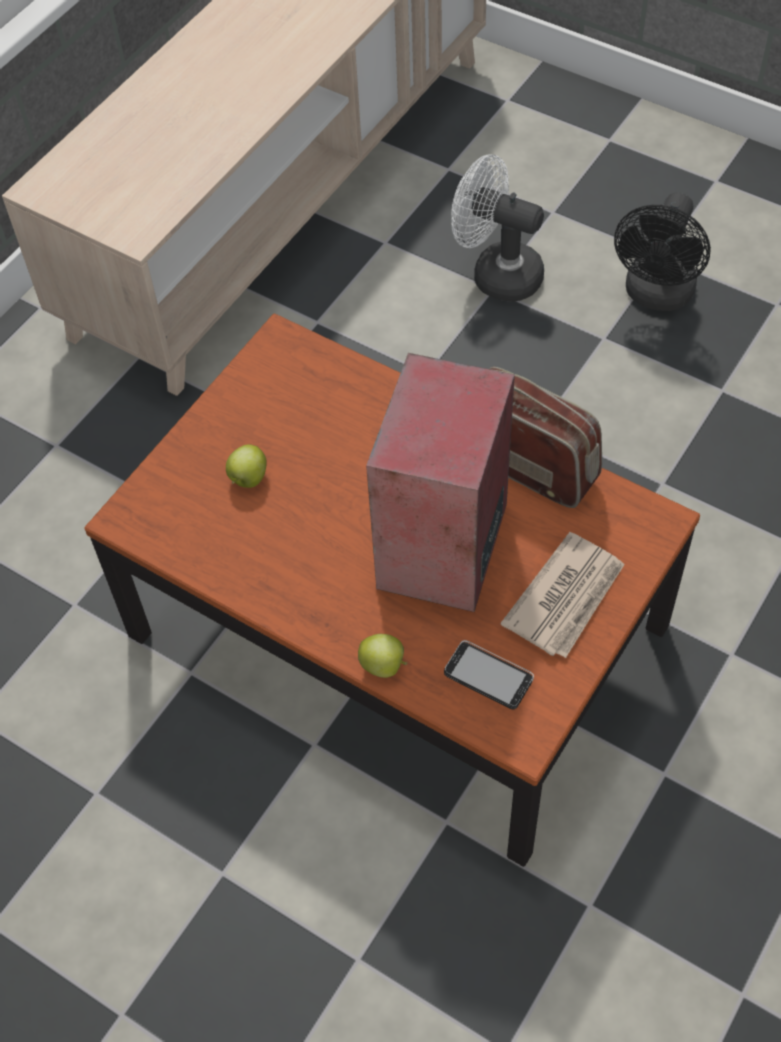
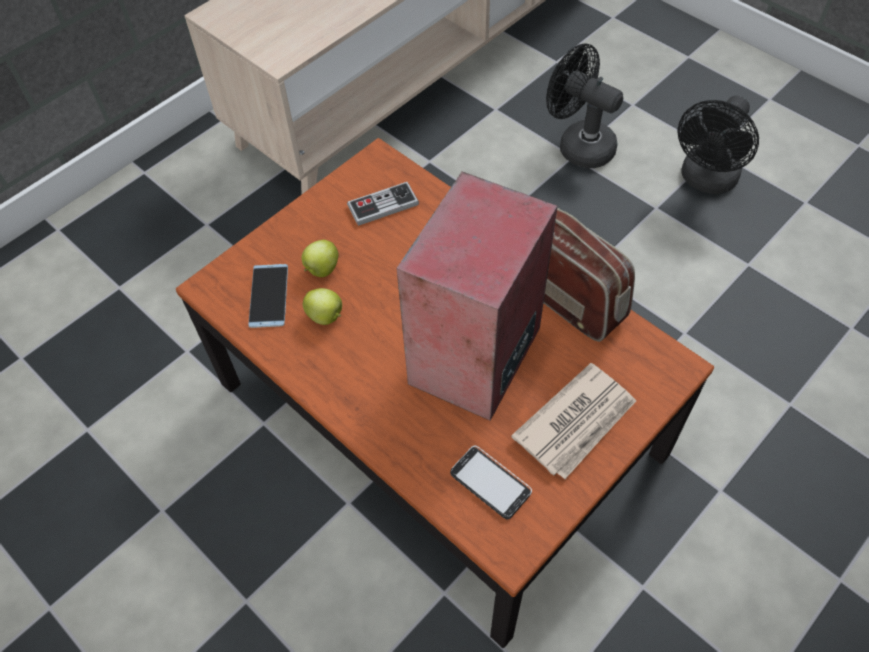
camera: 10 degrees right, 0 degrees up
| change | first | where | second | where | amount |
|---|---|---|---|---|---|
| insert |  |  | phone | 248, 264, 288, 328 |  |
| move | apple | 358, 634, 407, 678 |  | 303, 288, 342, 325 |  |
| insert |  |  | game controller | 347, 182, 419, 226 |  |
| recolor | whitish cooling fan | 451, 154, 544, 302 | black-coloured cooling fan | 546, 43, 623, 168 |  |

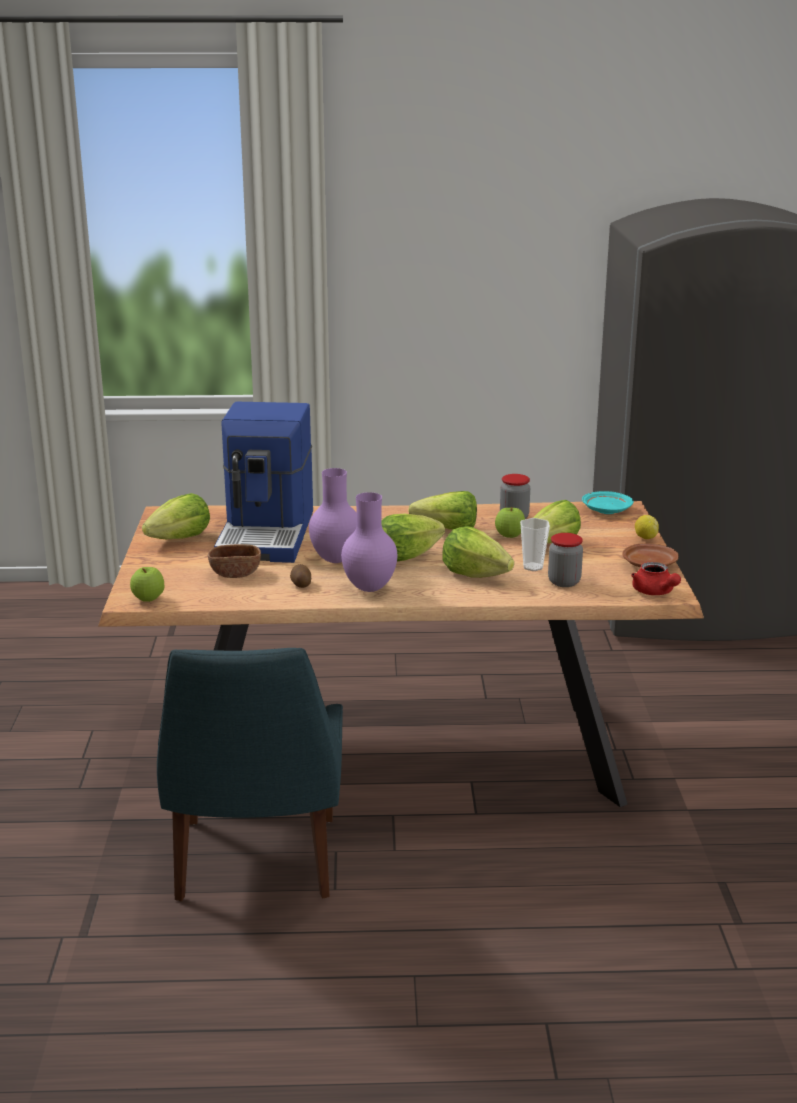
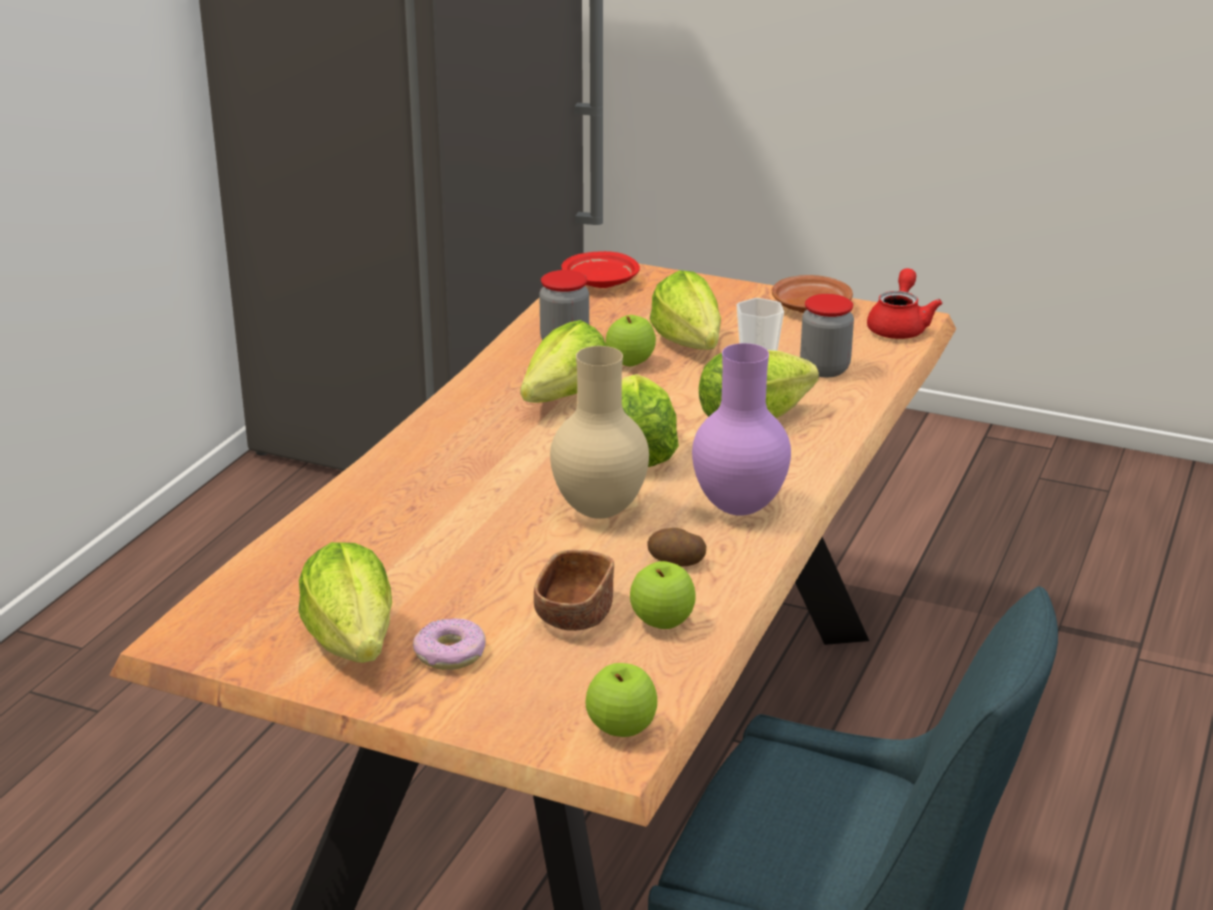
camera: 65 degrees left, 5 degrees up
| change | first | where | second | where | amount |
|---|---|---|---|---|---|
| insert |  |  | donut | 413, 618, 486, 670 |  |
| recolor | purplish vase | 309, 468, 357, 563 | beige-coloured vase | 550, 346, 649, 519 |  |
| recolor | turquoise dinner plate | 582, 491, 634, 514 | red-coloured dinner plate | 561, 251, 640, 288 |  |
| insert |  |  | apple | 630, 561, 696, 629 |  |
| rotate | red-coloured teapot | 631, 562, 681, 595 |  | 867, 268, 942, 339 | 75 degrees counterclockwise |
| delete | coffee maker | 214, 402, 313, 563 |  |  |  |
| delete | whole lemon | 635, 515, 659, 539 |  |  |  |

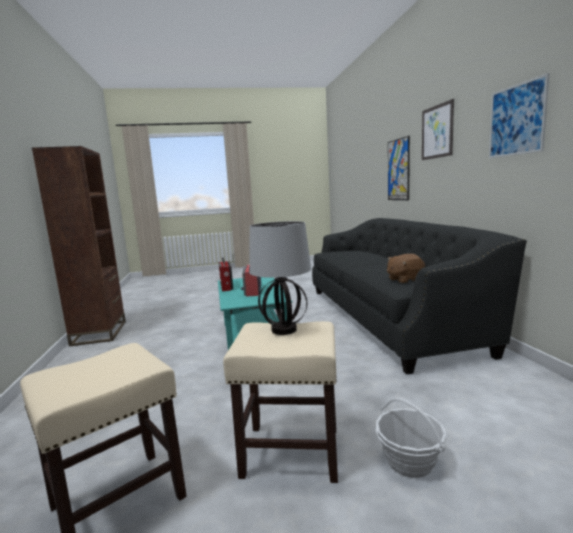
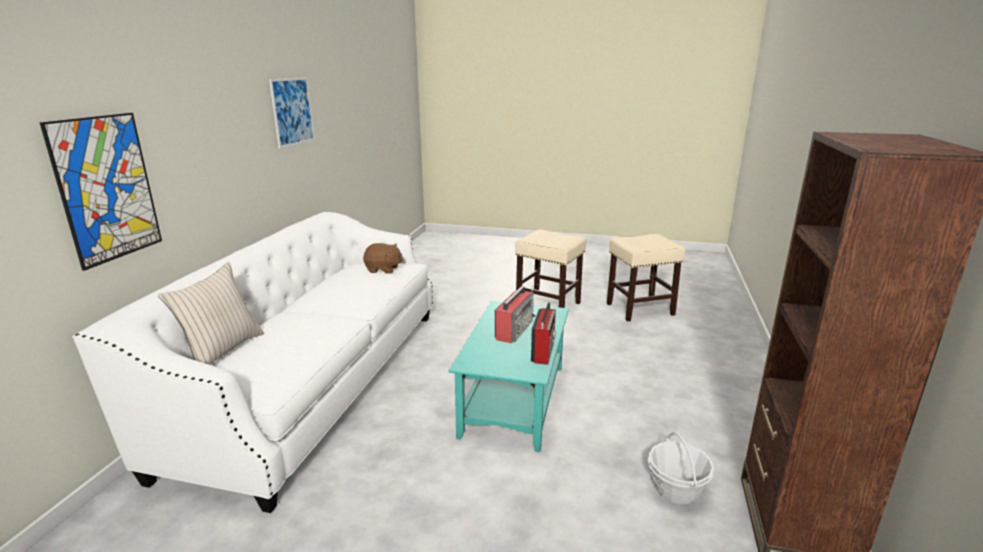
camera: 155 degrees left, 10 degrees up
| change | first | where | second | where | amount |
|---|---|---|---|---|---|
| recolor | black-coloured settee | 312, 218, 527, 374 | whitish settee | 72, 211, 433, 513 |  |
| insert |  |  | beige-coloured throw pillow | 158, 262, 264, 365 |  |
| move | storage basket | 376, 398, 447, 478 |  | 648, 432, 714, 504 |  |
| delete | tabletop lamp | 249, 221, 311, 335 |  |  |  |
| delete | wall picture | 422, 99, 454, 160 |  |  |  |

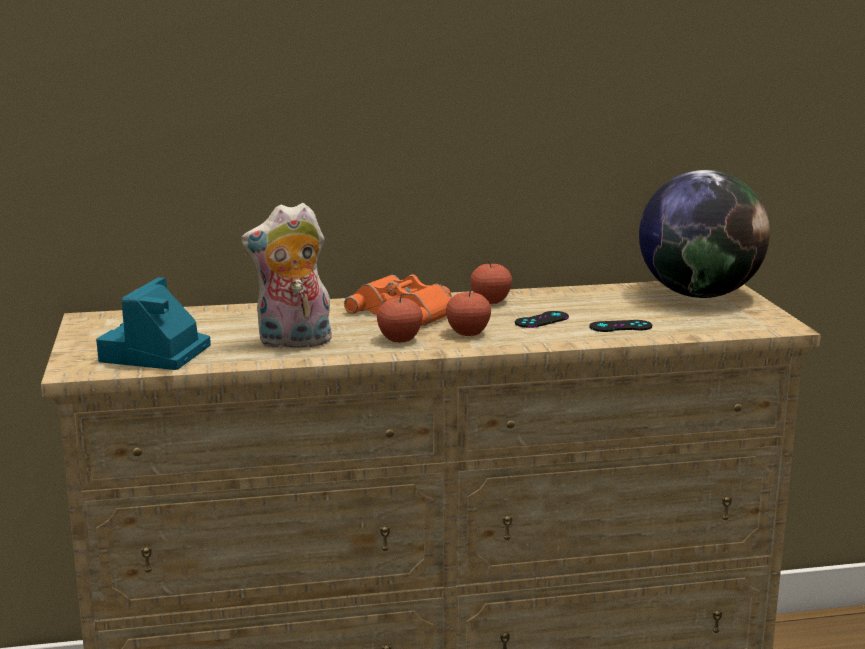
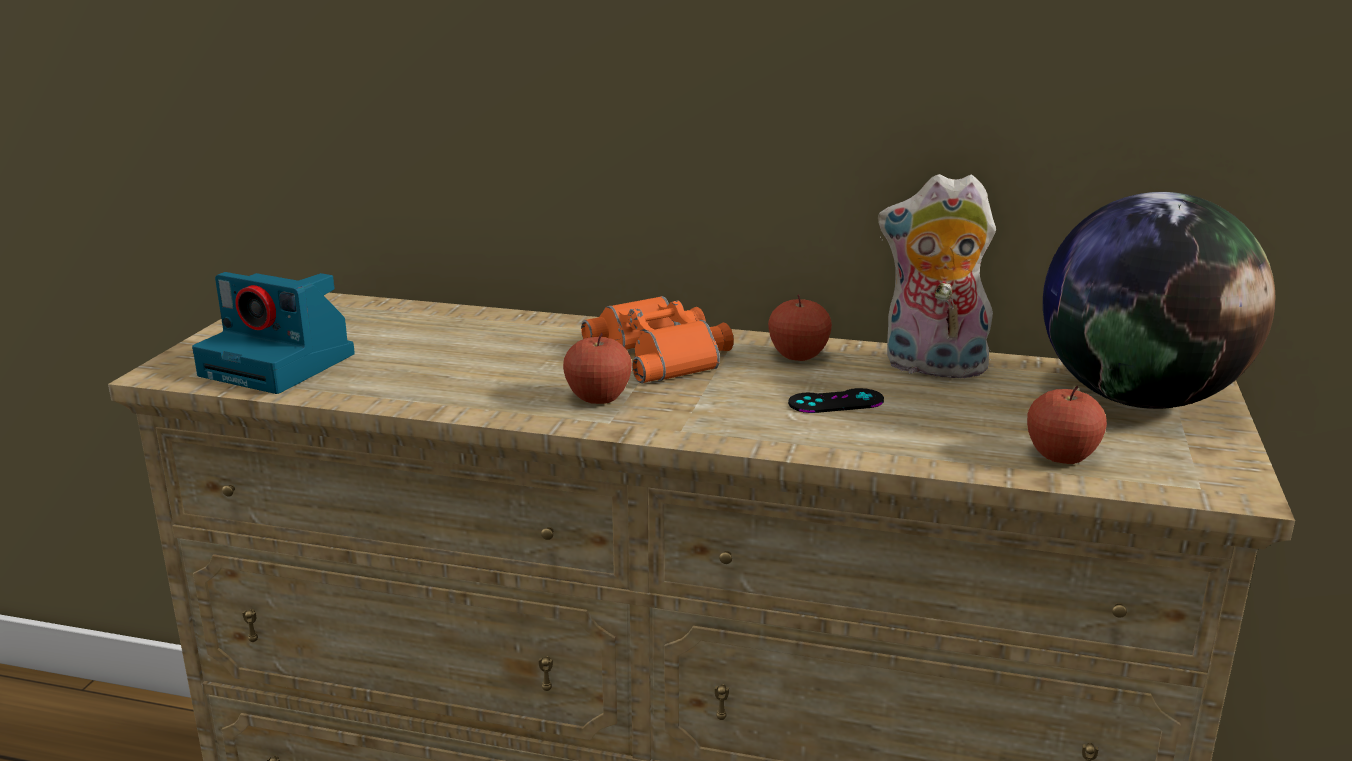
camera: 25 degrees right, 5 degrees up
| change | first | where | second | where | amount |
|---|---|---|---|---|---|
| rotate | still camera | 96, 277, 211, 370 |  | 192, 272, 355, 394 | 105 degrees counterclockwise |
| move | plush toy | 241, 203, 332, 350 |  | 878, 174, 996, 382 |  |
| move | apple | 446, 288, 491, 336 |  | 1027, 386, 1107, 464 |  |
| delete | black-coloured game controller | 589, 320, 652, 332 |  |  |  |

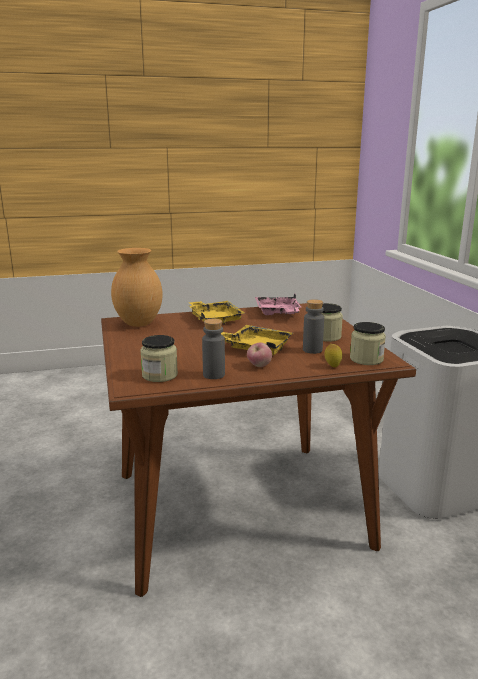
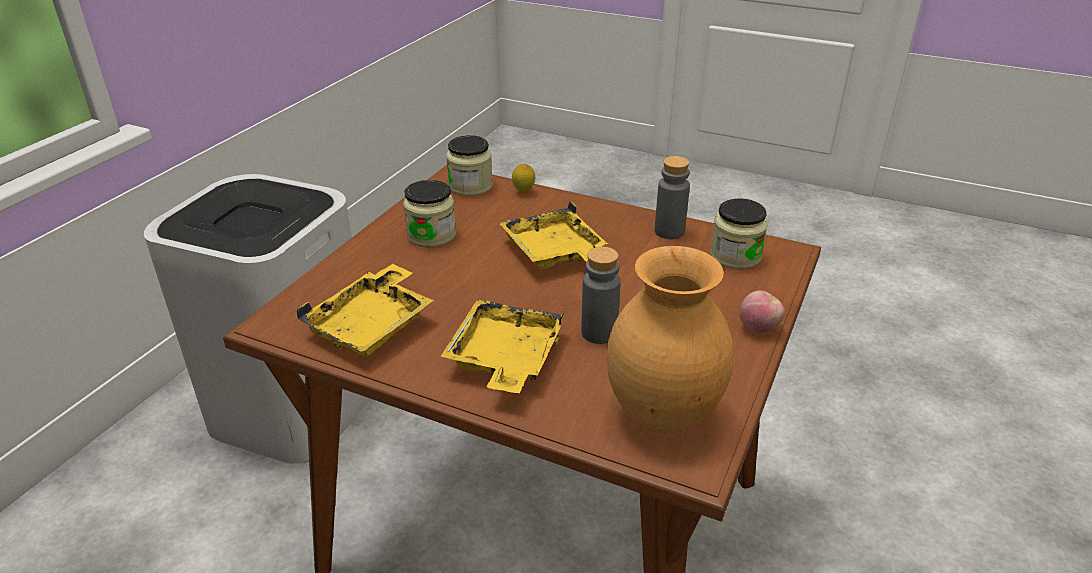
camera: 140 degrees left, 15 degrees up
| change | first | where | second | where | amount |
|---|---|---|---|---|---|
| recolor | pink serving tray | 255, 293, 302, 315 | yellow-coloured serving tray | 296, 264, 434, 356 |  |
| move | grey beverage bottle | 303, 299, 324, 354 |  | 581, 247, 621, 344 |  |
| move | apple | 247, 343, 272, 367 |  | 739, 291, 785, 333 |  |

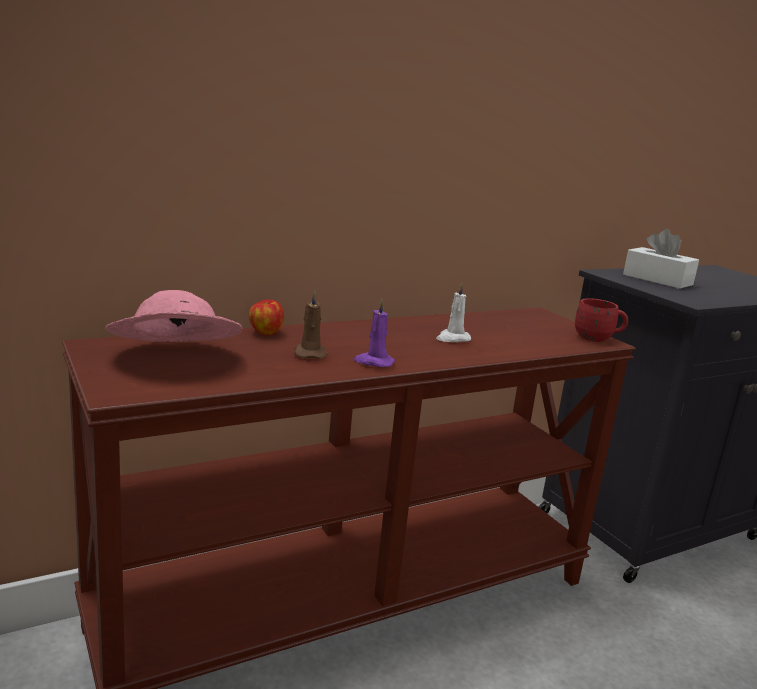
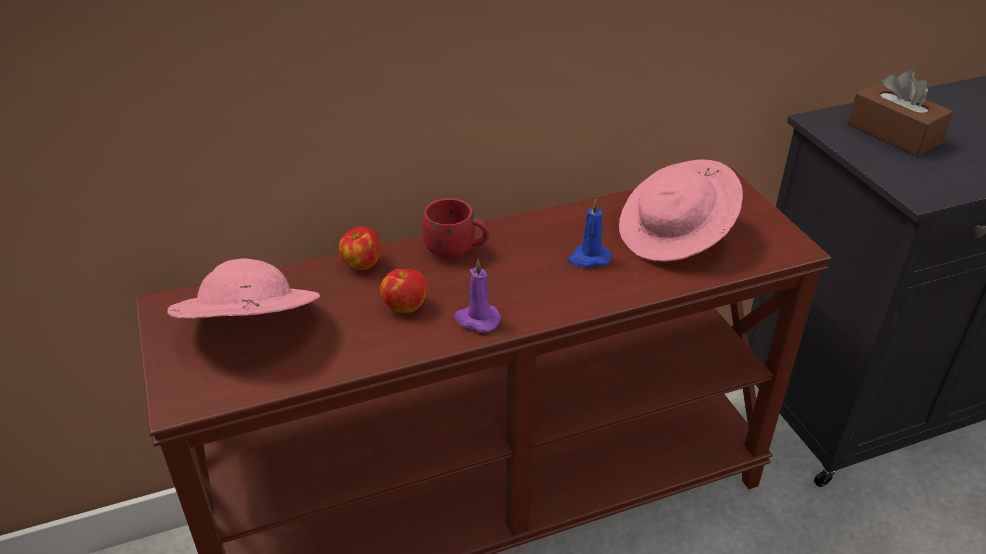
camera: 10 degrees right, 20 degrees up
| change | first | where | second | where | amount |
|---|---|---|---|---|---|
| replace | brown wax candle | 294, 290, 328, 359 | apple | 380, 269, 427, 313 |  |
| move | red-coloured mug | 575, 298, 628, 342 |  | 422, 198, 489, 259 |  |
| recolor | whitish wax candle | 436, 282, 471, 342 | blue-coloured wax candle | 568, 199, 612, 268 |  |
| insert |  |  | pink clothing hat | 619, 159, 743, 262 |  |
| recolor | whitish tissue holder | 623, 229, 699, 289 | brown tissue holder | 848, 70, 953, 156 |  |

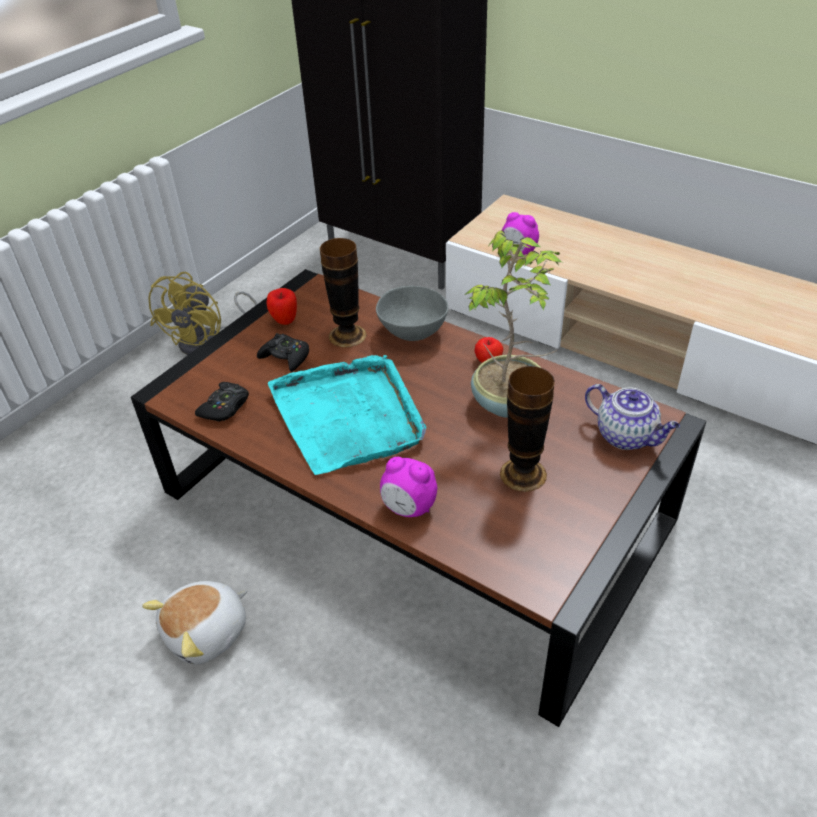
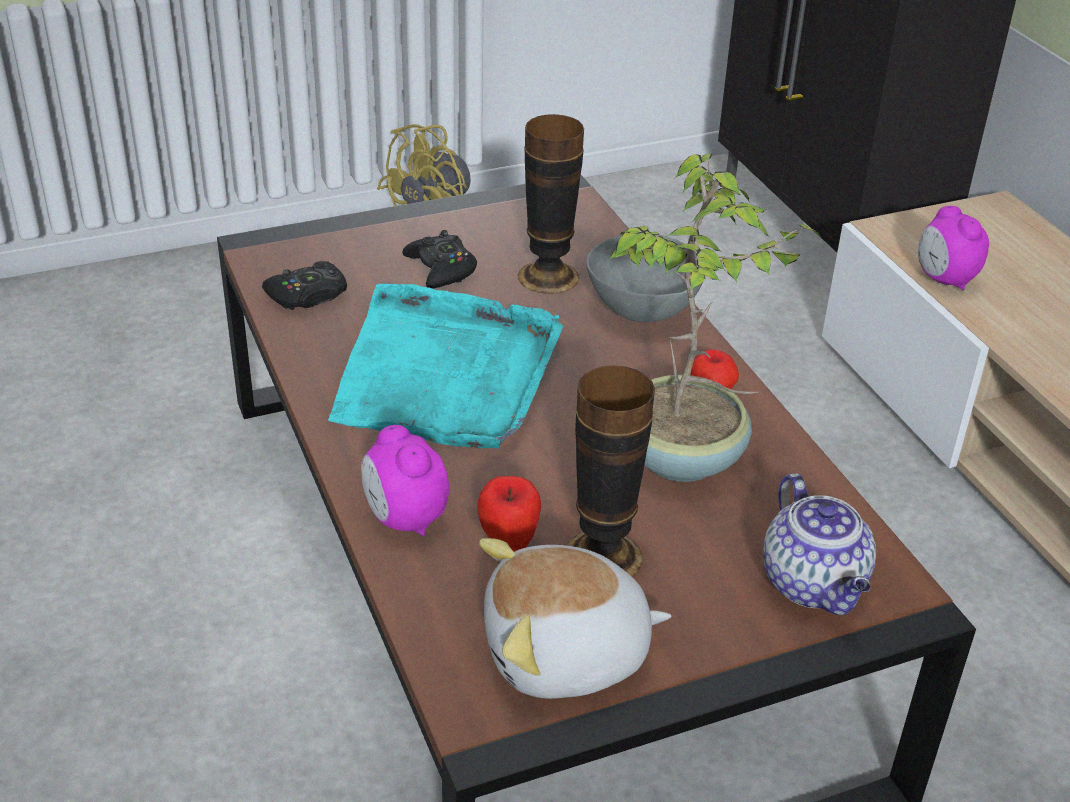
camera: 30 degrees right, 5 degrees down
| change | first | where | second | where | amount |
|---|---|---|---|---|---|
| move | apple | 267, 288, 297, 325 |  | 478, 476, 541, 552 |  |
| move | plush toy | 142, 581, 248, 665 |  | 479, 538, 671, 699 |  |

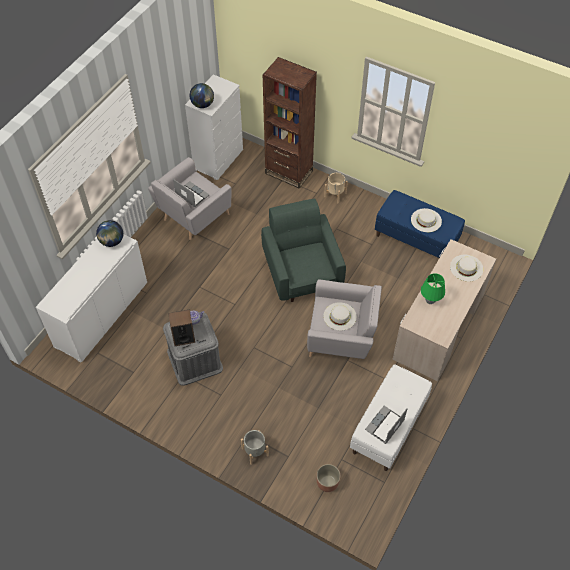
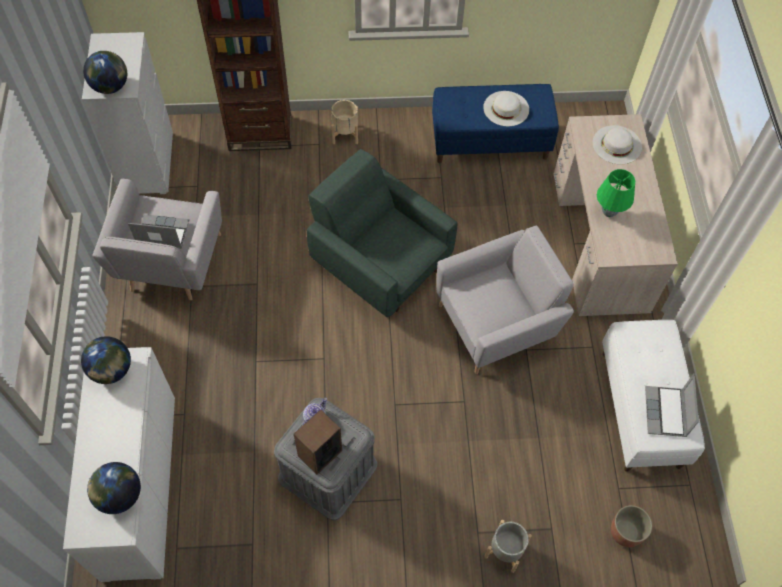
camera: 35 degrees left, 5 degrees up
| change | first | where | second | where | amount |
|---|---|---|---|---|---|
| insert |  |  | globe | 87, 462, 141, 514 |  |
| delete | whitish clothing hat | 323, 302, 357, 331 |  |  |  |

